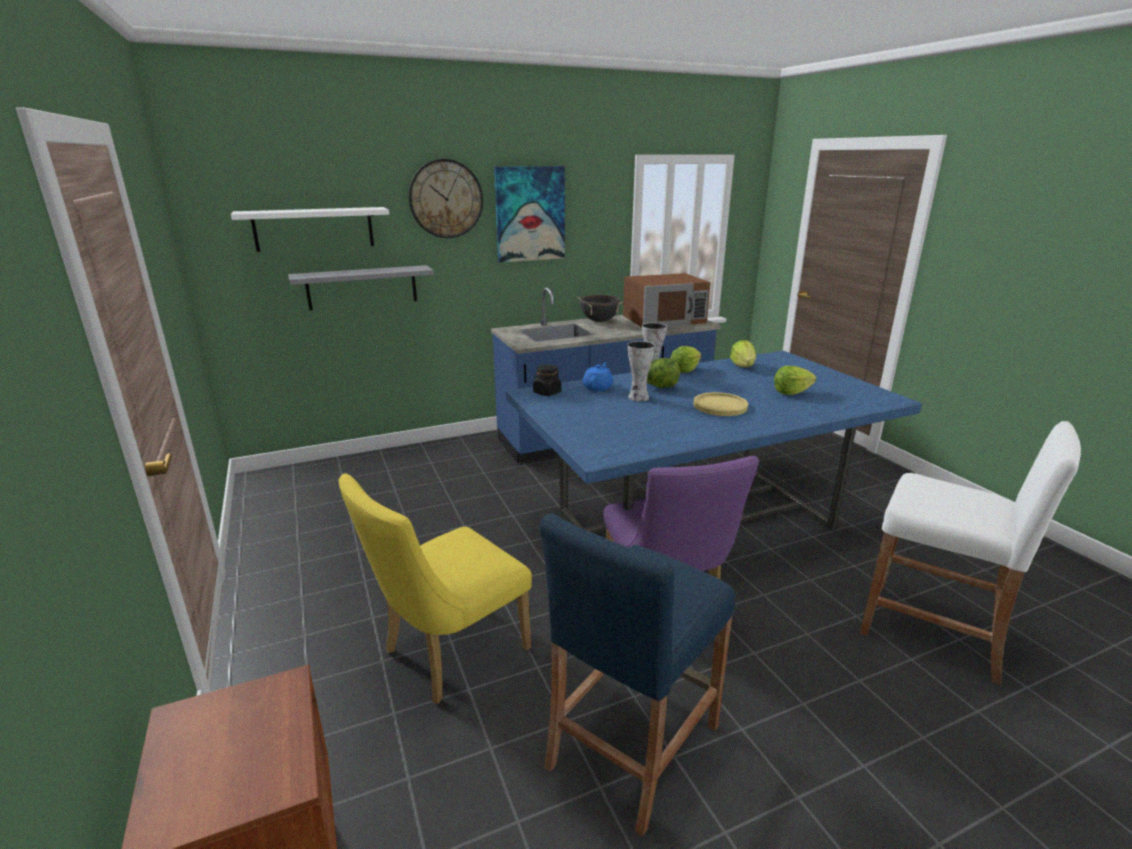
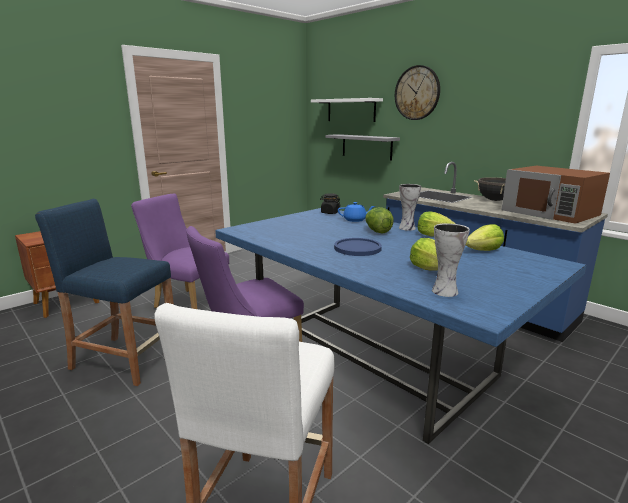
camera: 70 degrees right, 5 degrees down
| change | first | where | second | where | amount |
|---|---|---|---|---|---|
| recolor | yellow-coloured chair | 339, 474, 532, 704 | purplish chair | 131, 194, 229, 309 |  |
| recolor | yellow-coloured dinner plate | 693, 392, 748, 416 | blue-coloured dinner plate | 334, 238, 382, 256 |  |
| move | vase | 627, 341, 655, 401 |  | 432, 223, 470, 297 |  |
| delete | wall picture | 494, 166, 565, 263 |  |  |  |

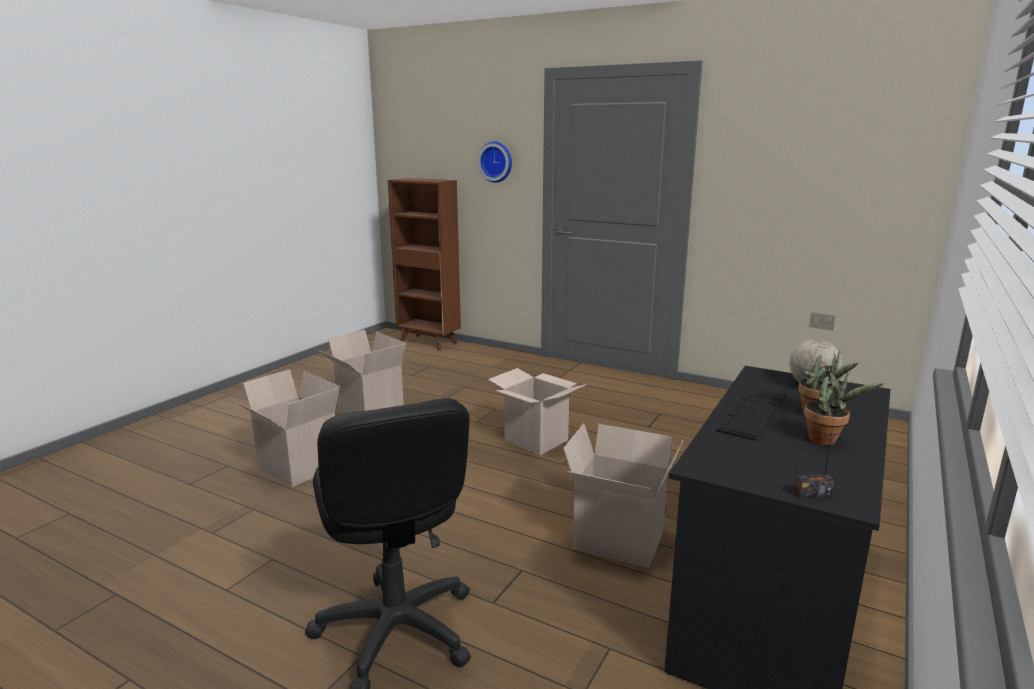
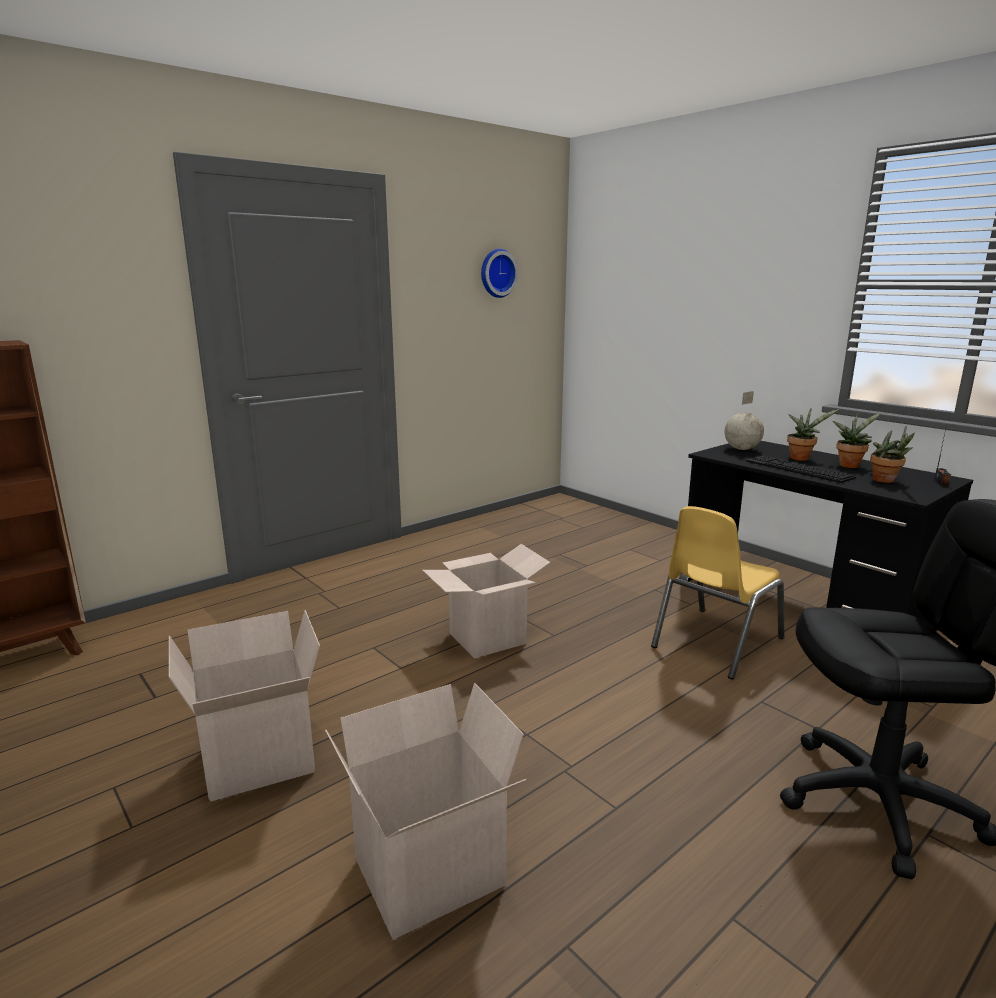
camera: 70 degrees left, 0 degrees up
| change | first | where | second | where | amount |
|---|---|---|---|---|---|
| move | hanging clock | 478, 141, 512, 183 |  | 481, 249, 518, 298 |  |
| replace | packing box | 563, 423, 683, 568 | yellow-coloured chair | 651, 506, 784, 680 |  |
| insert |  |  | potted plant | 870, 426, 915, 483 |  |

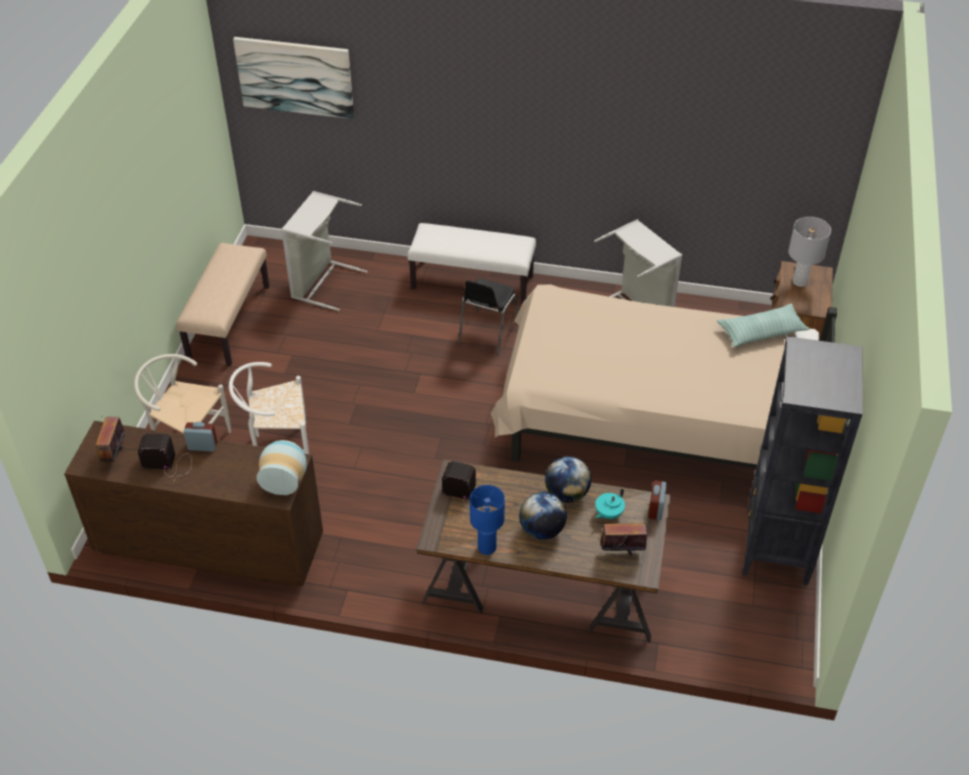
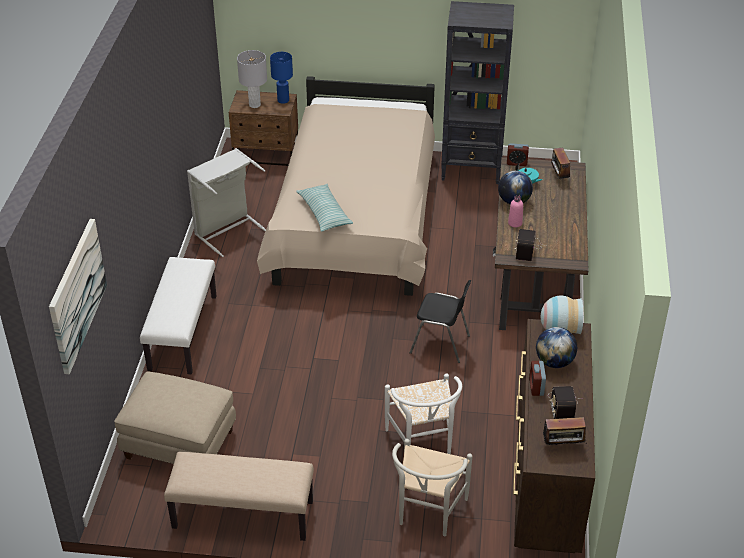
camera: 95 degrees left, 5 degrees down
| change | first | where | second | where | amount |
|---|---|---|---|---|---|
| replace | grey hamper | 281, 191, 368, 311 | beige-coloured footrest | 114, 371, 236, 464 |  |
| move | blue-coloured tabletop lamp | 470, 485, 505, 555 |  | 270, 52, 293, 104 |  |
| move | throw pillow | 717, 304, 810, 347 |  | 296, 184, 353, 232 |  |
| move | black-coloured chair | 458, 278, 518, 355 |  | 409, 280, 471, 363 |  |
| insert |  |  | pink beverage bottle | 508, 195, 523, 227 |  |
| move | globe | 519, 492, 567, 540 |  | 536, 327, 577, 368 |  |

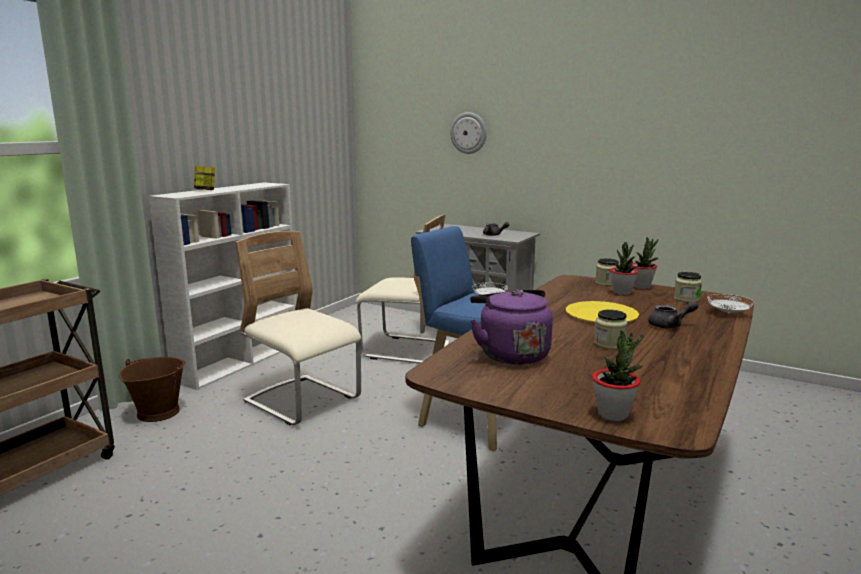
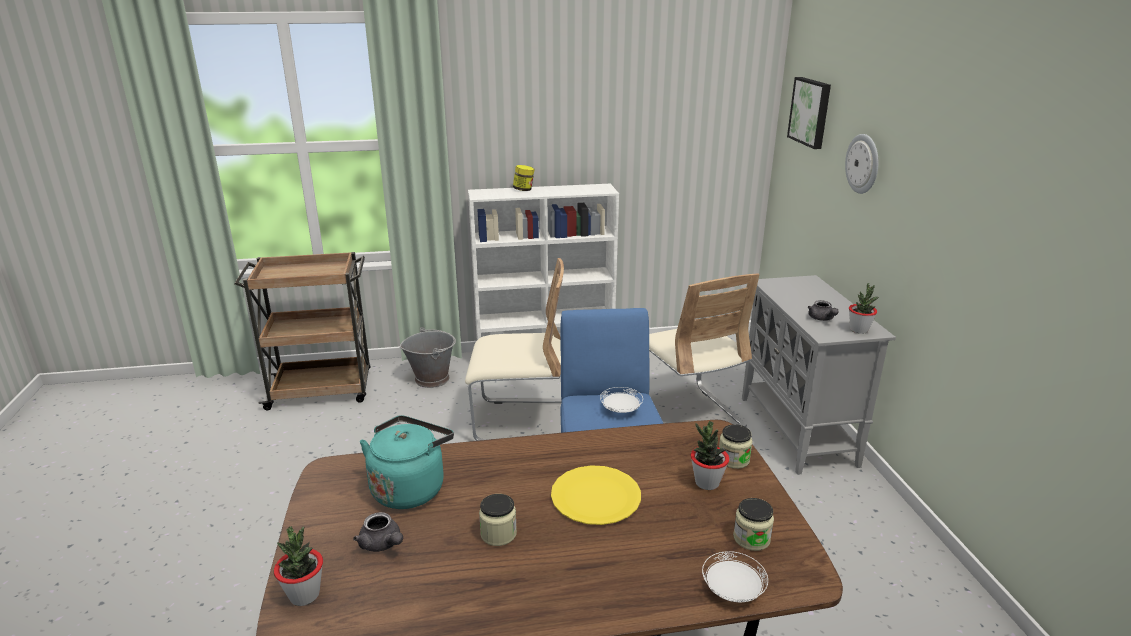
camera: 50 degrees right, 10 degrees up
| change | first | where | second | where | amount |
|---|---|---|---|---|---|
| move | grey teapot | 648, 301, 698, 329 |  | 353, 512, 403, 552 |  |
| recolor | purplish tea kettle | 470, 289, 553, 365 | turquoise tea kettle | 360, 416, 454, 509 |  |
| recolor | brown bucket | 120, 357, 186, 422 | grey bucket | 400, 327, 456, 388 |  |
| rotate | beige-coloured chair | 236, 231, 361, 425 |  | 465, 258, 564, 441 | 90 degrees clockwise |
| insert |  |  | wall picture | 787, 77, 831, 149 |  |
| move | potted plant | 631, 238, 658, 289 |  | 849, 283, 879, 334 |  |

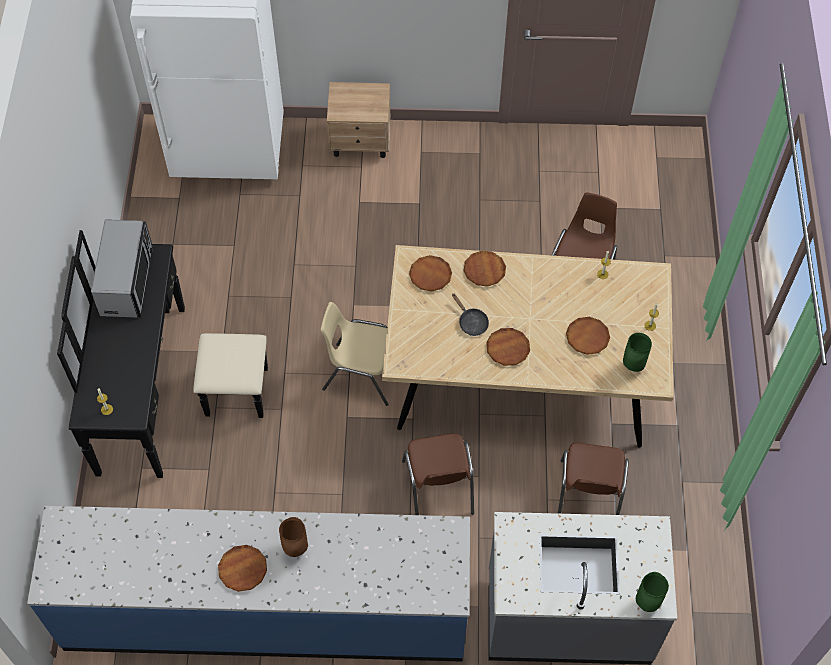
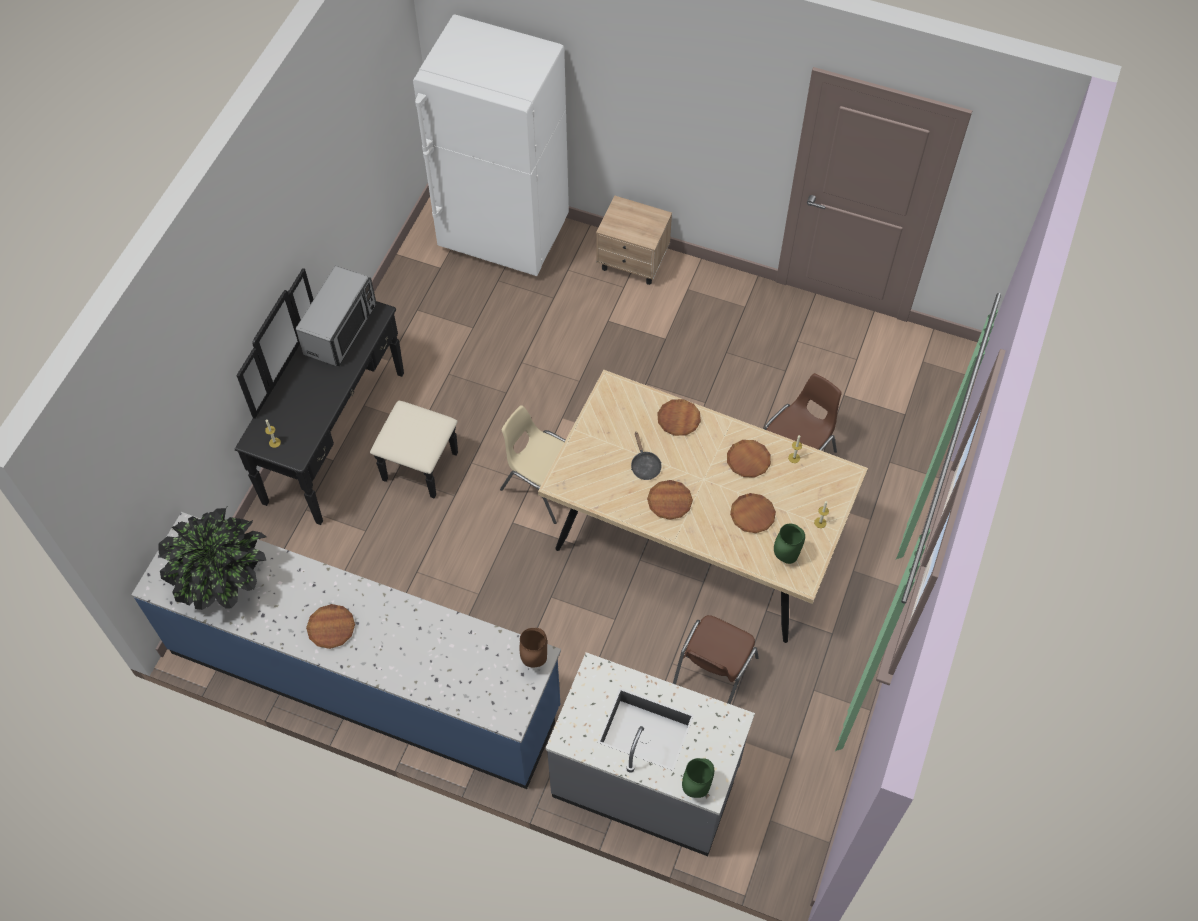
camera: 20 degrees right, 0 degrees up
| change | first | where | second | where | amount |
|---|---|---|---|---|---|
| insert |  |  | potted plant | 159, 507, 267, 610 |  |
| move | brown vase | 279, 517, 308, 557 |  | 520, 628, 547, 667 |  |
| move | brown dinner plate | 409, 255, 452, 292 |  | 727, 440, 771, 478 |  |
| delete | brown chair | 402, 433, 474, 515 |  |  |  |

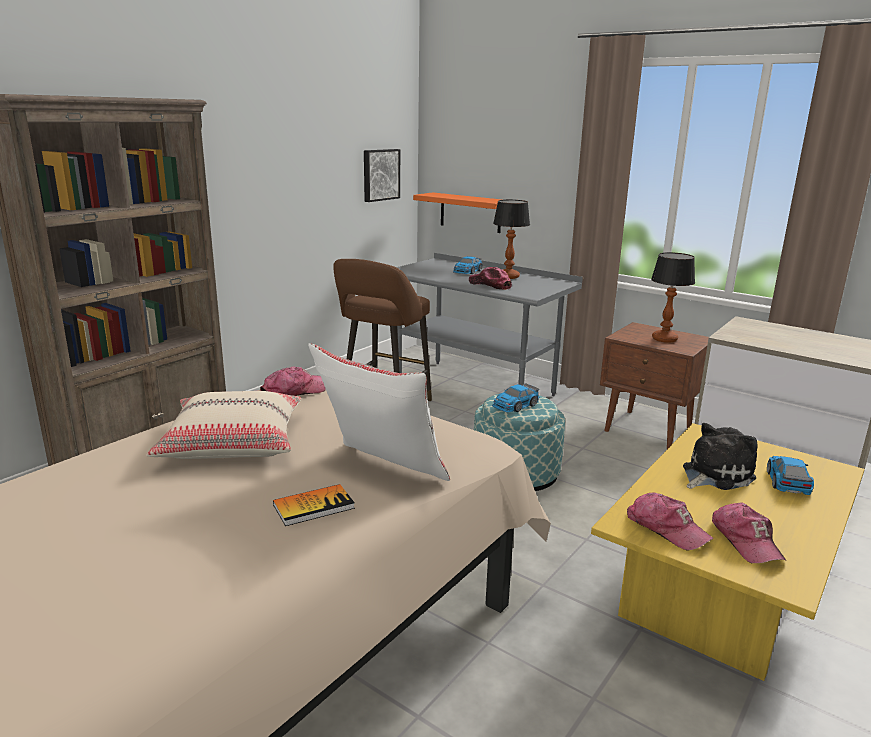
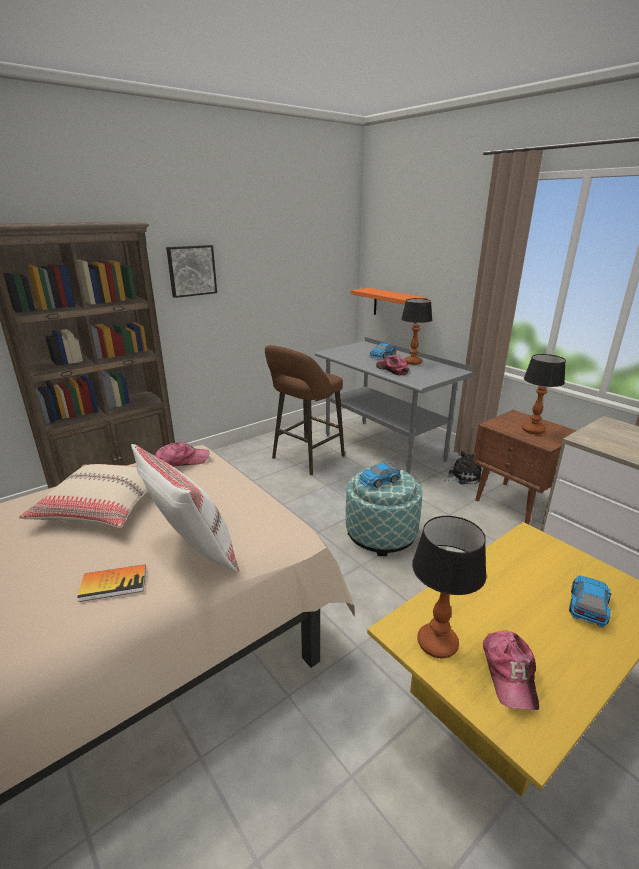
camera: 15 degrees right, 5 degrees up
| change | first | where | second | where | amount |
|---|---|---|---|---|---|
| move | wall picture | 364, 149, 400, 202 |  | 166, 245, 217, 298 |  |
| replace | baseball cap | 627, 493, 713, 550 | tabletop lamp | 412, 516, 487, 658 |  |
| move | plush toy | 683, 423, 758, 490 |  | 444, 451, 482, 484 |  |

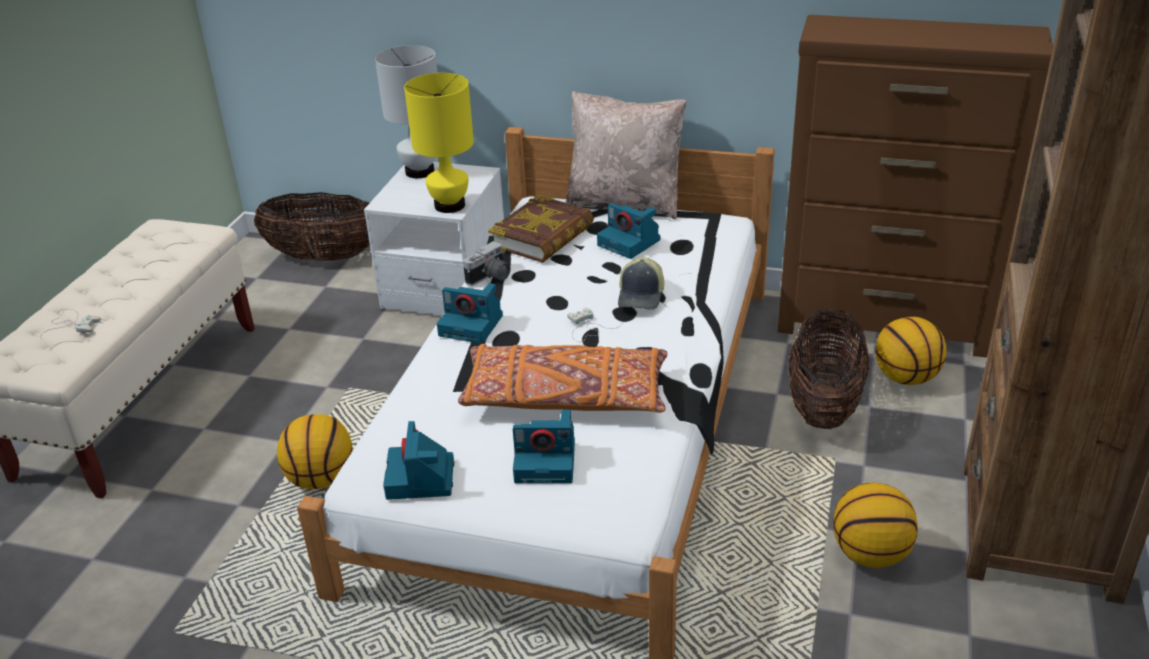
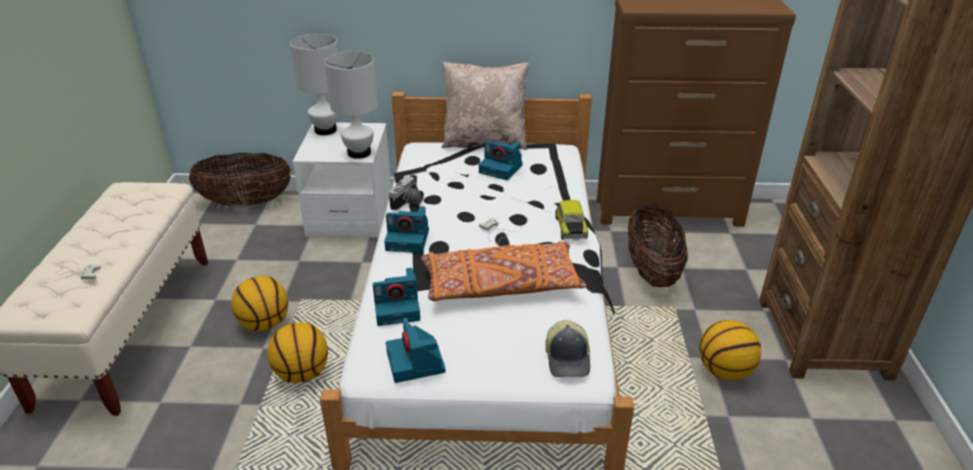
camera: 15 degrees left, 0 degrees up
| change | first | where | second | where | amount |
|---|---|---|---|---|---|
| move | basketball ball | 875, 317, 947, 385 |  | 231, 276, 288, 331 |  |
| recolor | yellow-coloured tabletop lamp | 404, 73, 474, 213 | whitish tabletop lamp | 324, 51, 378, 159 |  |
| move | still camera | 513, 409, 575, 483 |  | 373, 268, 420, 326 |  |
| move | baseball cap | 618, 257, 664, 310 |  | 545, 320, 590, 377 |  |
| insert |  |  | miniature car | 555, 200, 588, 240 |  |
| delete | book | 488, 195, 594, 263 |  |  |  |

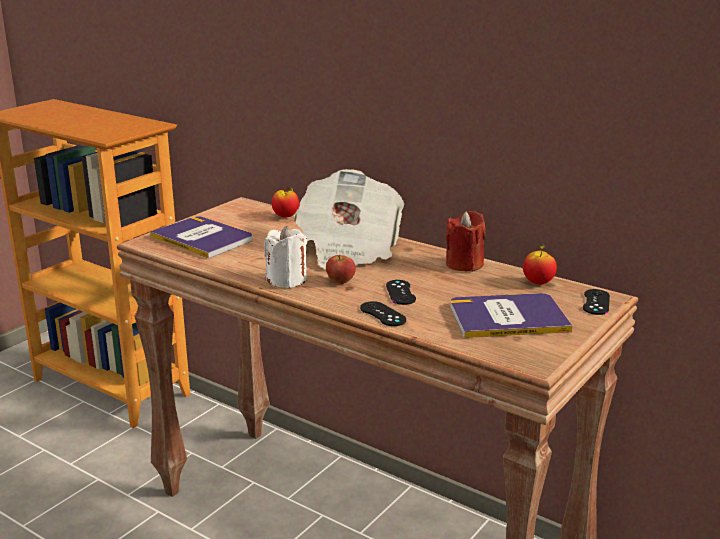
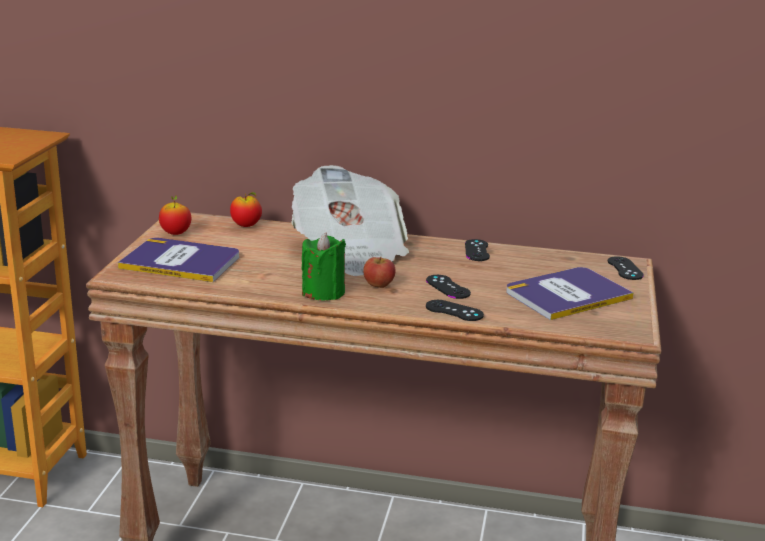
camera: 25 degrees left, 0 degrees up
| change | first | where | second | where | amount |
|---|---|---|---|---|---|
| move | apple | 523, 244, 557, 284 |  | 159, 195, 191, 235 |  |
| recolor | whitish wax candle | 265, 226, 307, 288 | greenish wax candle | 301, 233, 346, 301 |  |
| replace | red-coloured wax candle | 446, 211, 486, 272 | black-coloured game controller | 465, 239, 490, 261 |  |

